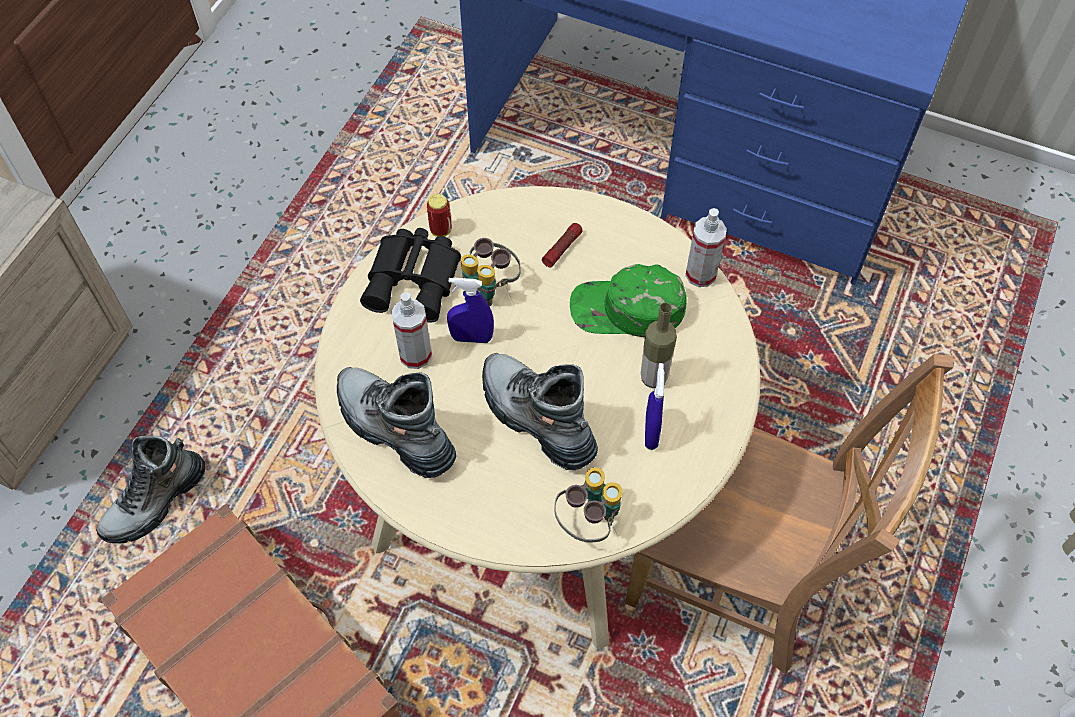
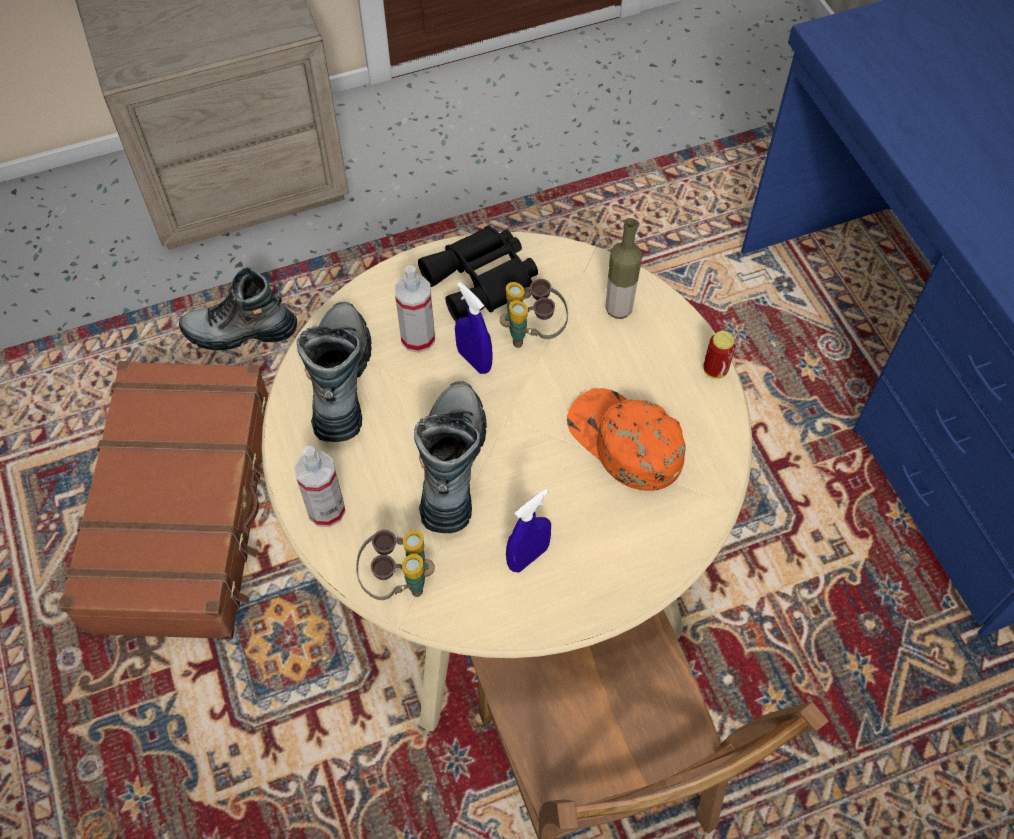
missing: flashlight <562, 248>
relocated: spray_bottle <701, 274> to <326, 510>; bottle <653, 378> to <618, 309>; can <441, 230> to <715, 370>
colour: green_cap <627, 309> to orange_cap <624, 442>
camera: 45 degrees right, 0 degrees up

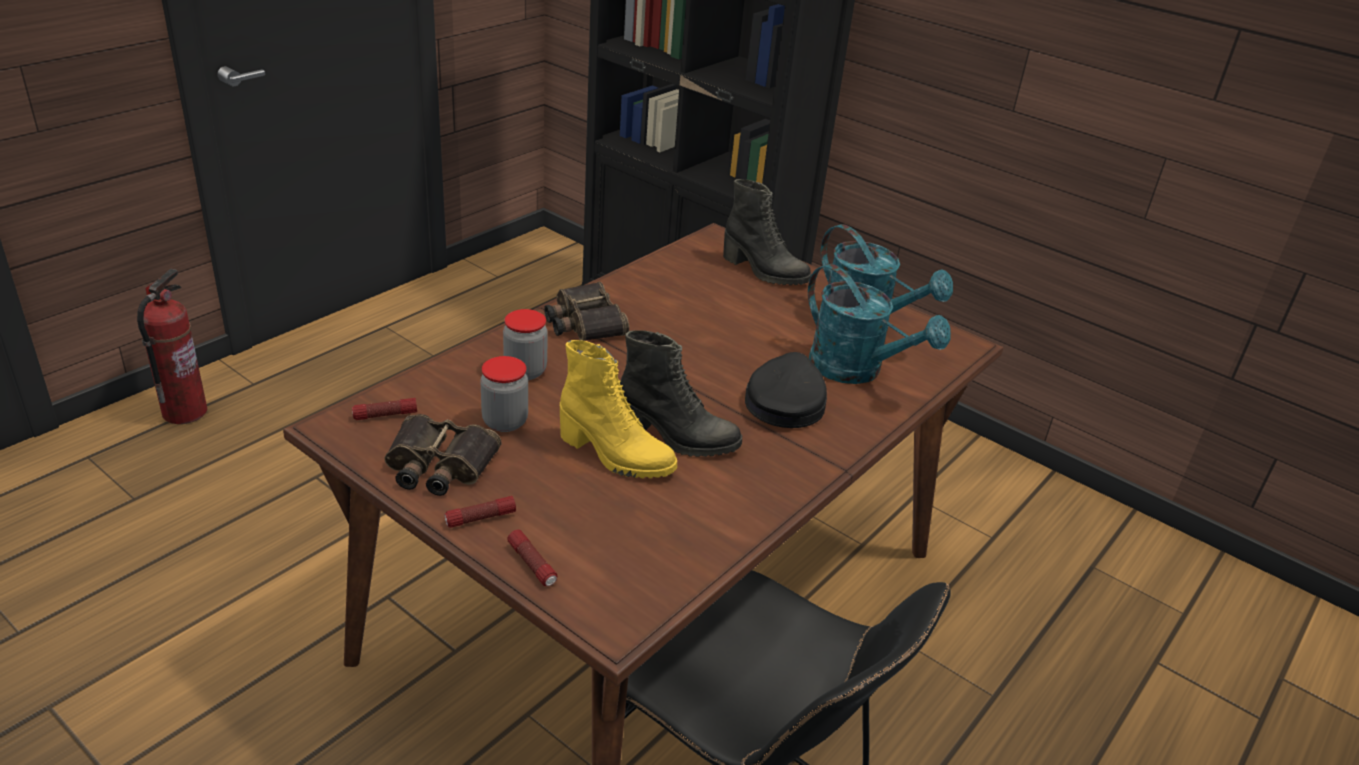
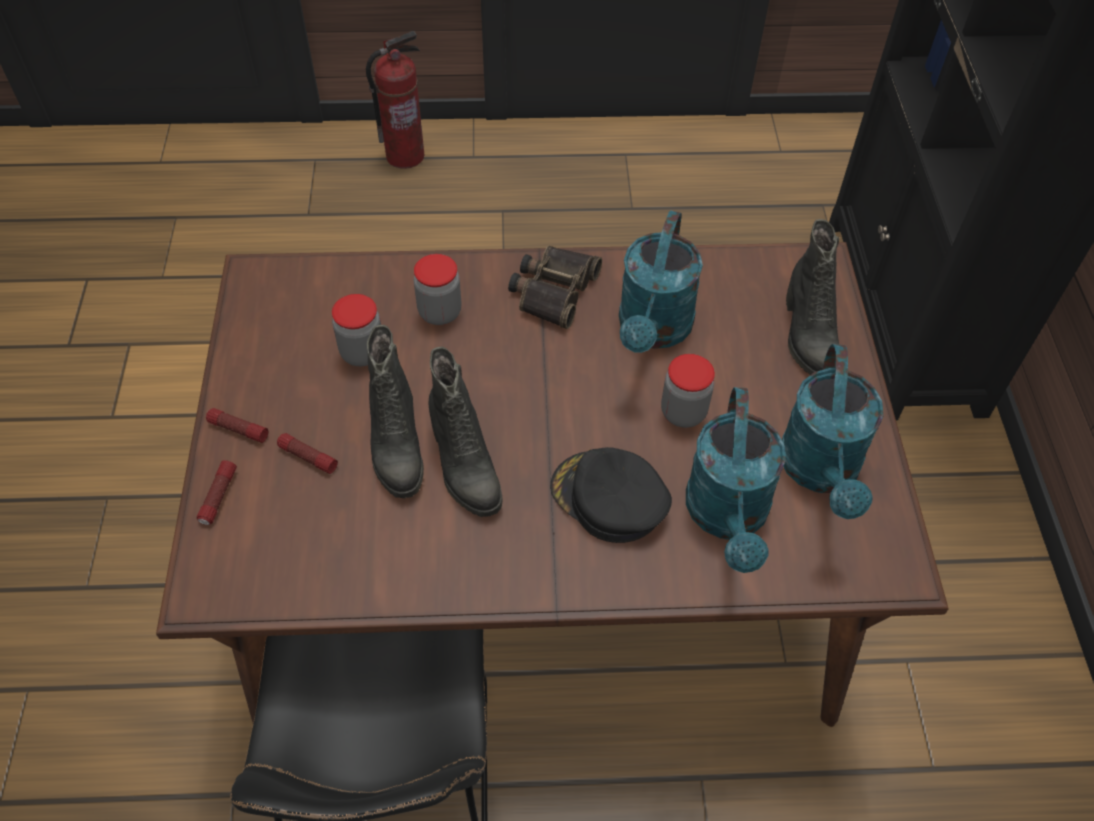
missing: binoculars <438, 465>
appeared: turquoise_watering_can <652, 331>; jar <683, 412>
relocated: flashlight <385, 415> to <308, 457>
colour: yellow_boot <615, 456> to black_boot <395, 446>
spun: black_cap <785, 401> = <608, 499> 120 degrees counterclockwise
camera: 50 degrees right, 20 degrees up

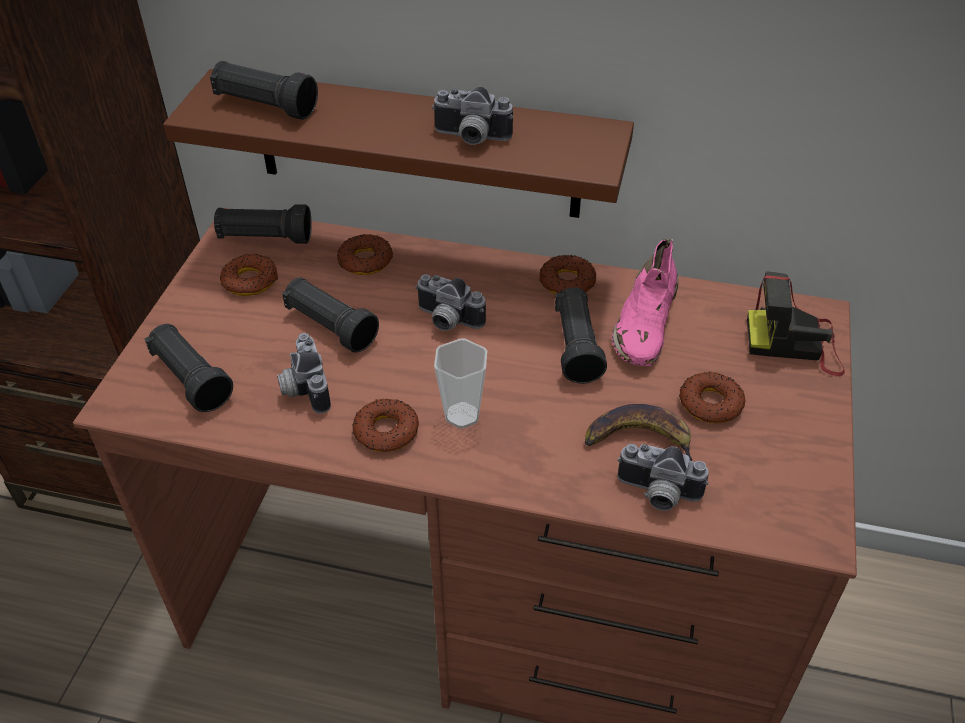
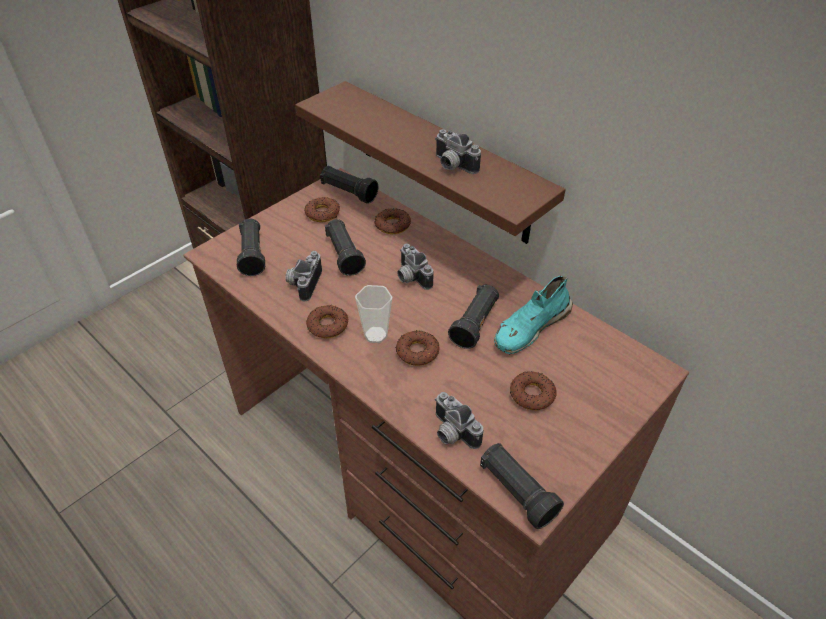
missing: banana <640, 439>; photo_camera <795, 344>
relocated: donut <567, 282> to <417, 352>; black_flashlight <265, 106> to <516, 492>
colour: pink_shoe <644, 323> to turquoise_shoe <530, 327>
camera: 30 degrees right, 0 degrees up

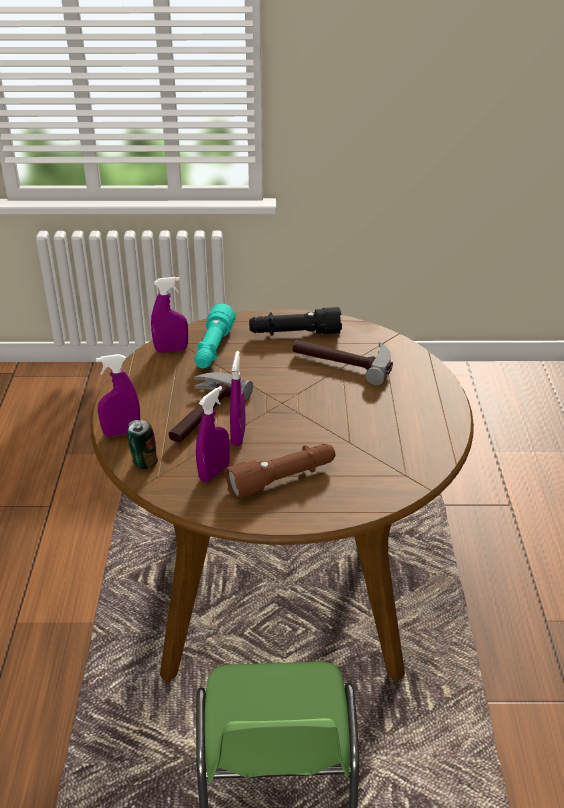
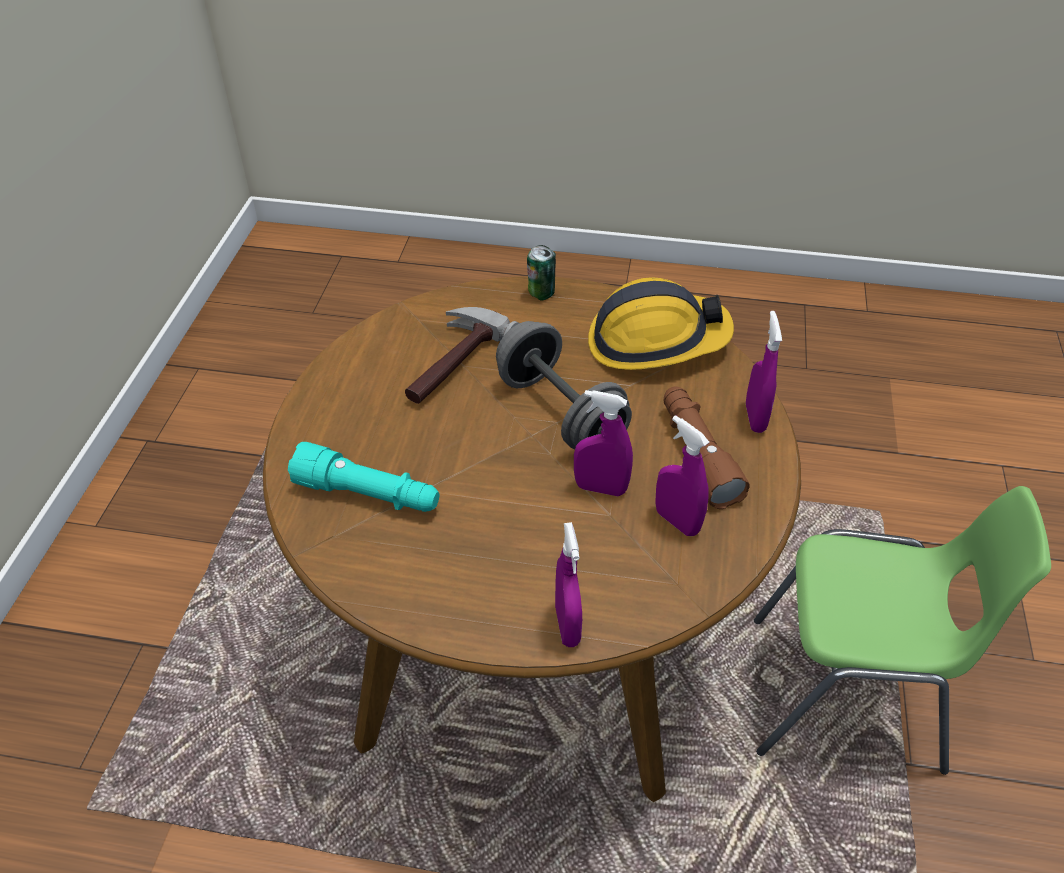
missing: hammer <202, 413>; black_flashlight <294, 333>
appeared: grey_dumbbell <560, 412>; hard_hat <655, 341>
relocated: can <143, 462> to <540, 293>; purple_spray_bottle <171, 350> to <755, 418>
camera: 80 degrees left, 10 degrees up

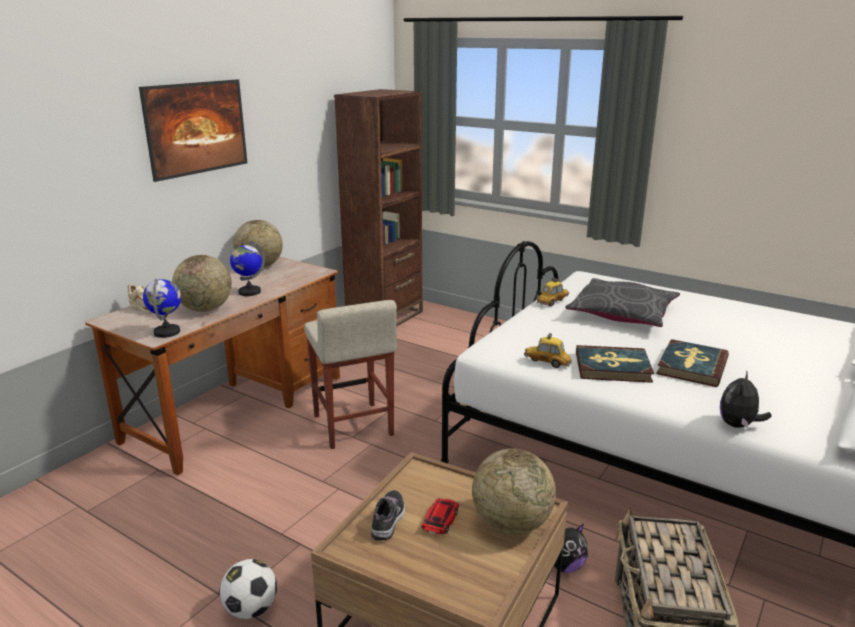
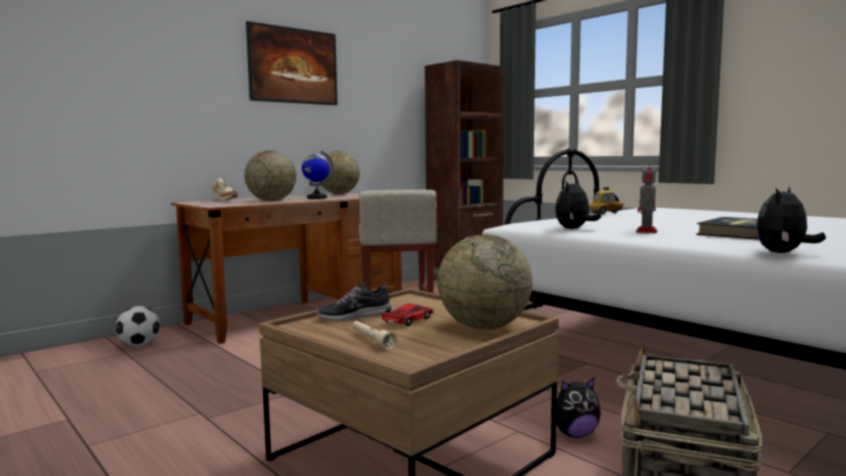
missing: globe <167, 332>; grey_pillow <622, 313>
appeared: beige_flashlight <372, 340>
relocated: football <251, 609> to <139, 345>
exchanged: toy_car <547, 363> to plush_toy <574, 229>; book <612, 367> to toy_robot <646, 231>
spun: shoe <388, 519> = <354, 317> 135 degrees counterclockwise
camera: 15 degrees right, 15 degrees down

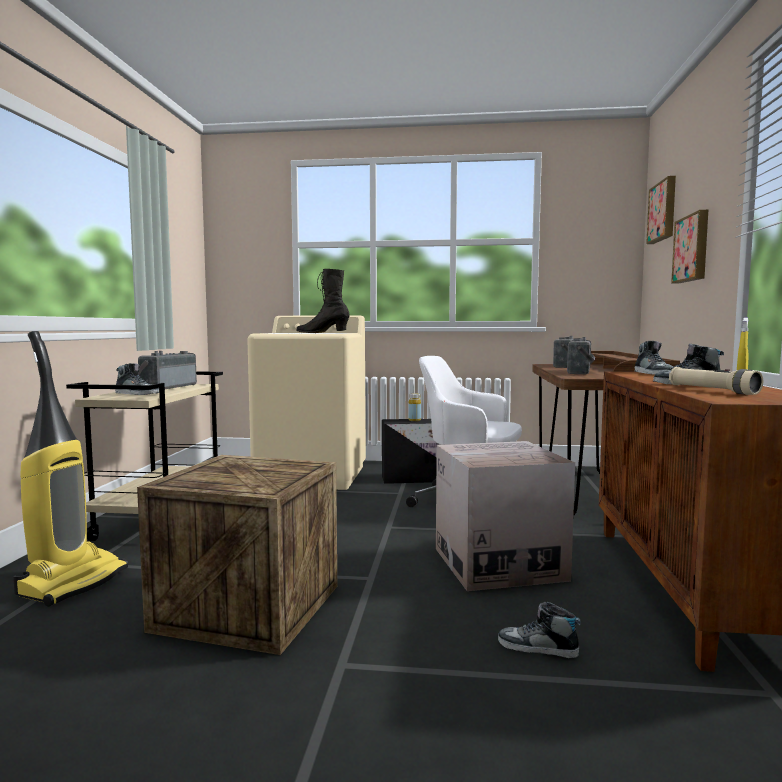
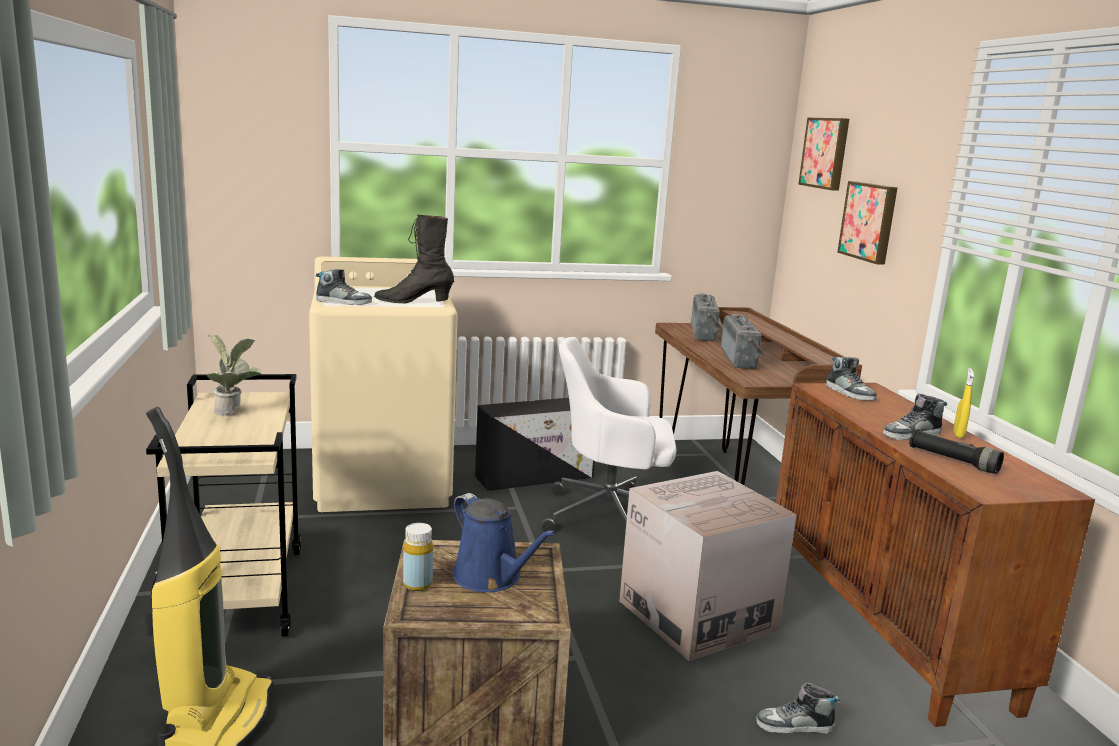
appeared: blue_watering_can <491, 577>
relocated: shoe <136, 393> to <343, 302>; yellow_bottle <414, 420> to <417, 584>
exchanged: radio <166, 387> to potted_plant <234, 412>
colour: beige_flashlight <712, 391> to black_flashlight <953, 461>
camera: 20 degrees left, 10 degrees up

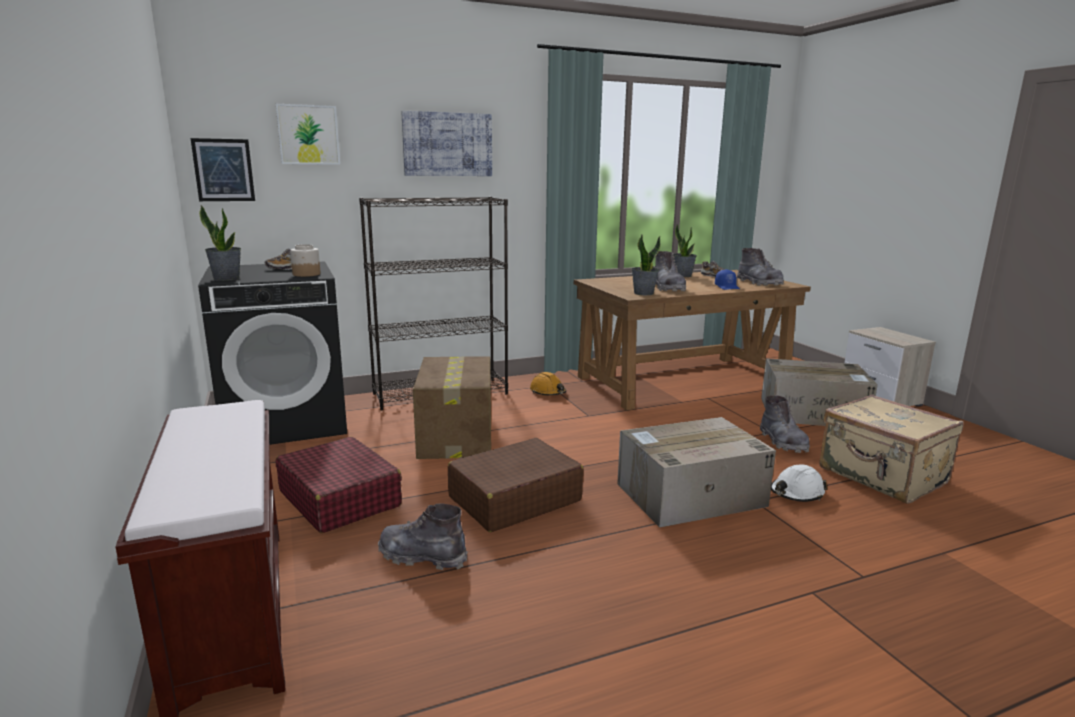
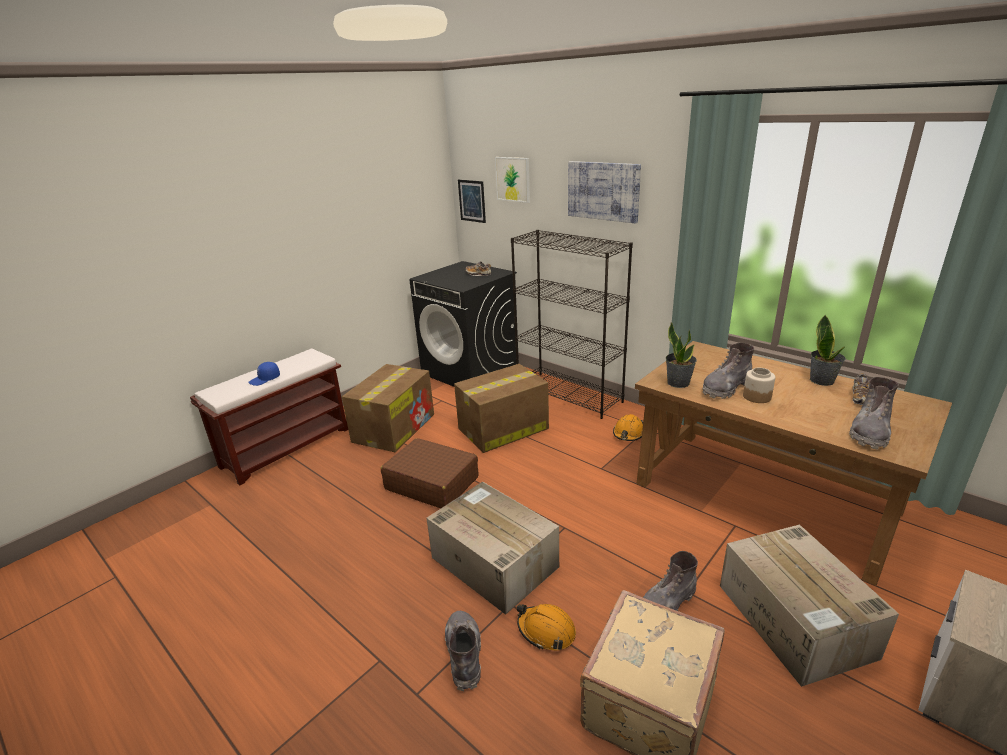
missing: potted_plant <226, 278>
relocated: blue_cap <727, 287> to <265, 379>; grey_boot <422, 557> to <464, 654>; jar <306, 274> to <756, 396>
exchanged: red_suitcase <339, 498> to cardboard_box <394, 427>
colour: white_hard_hat <796, 493> to orange_hard_hat <546, 631>
camera: 65 degrees right, 10 degrees up

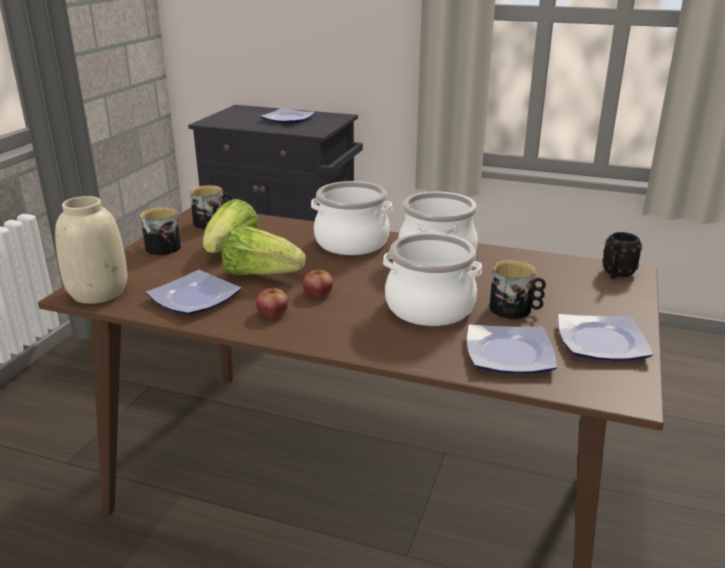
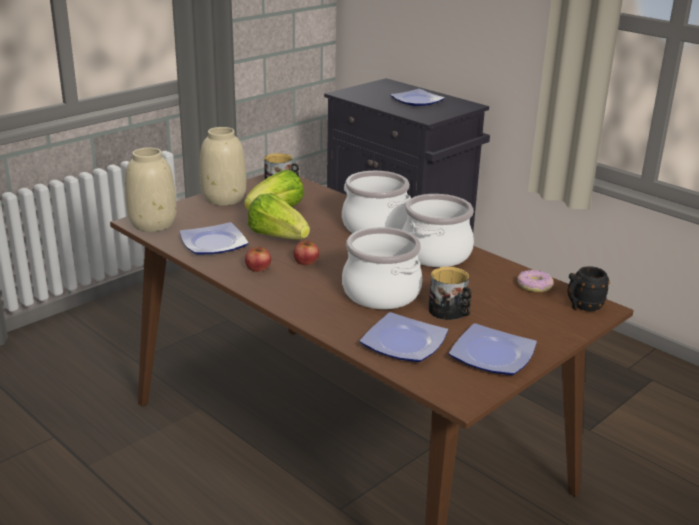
appeared: donut <534, 286>
exchanged: mug <160, 247> to beige_vase <224, 198>
camera: 25 degrees right, 0 degrees up

